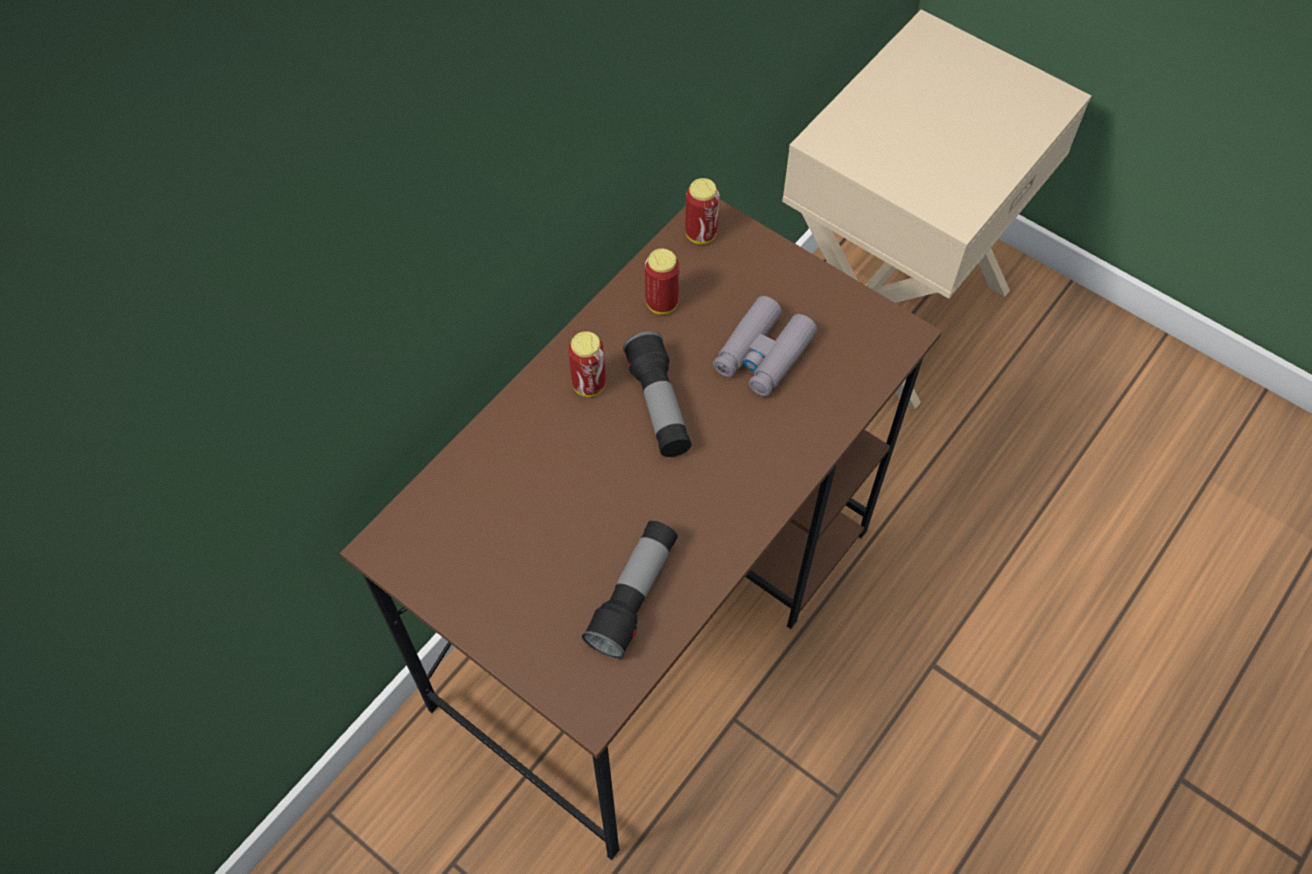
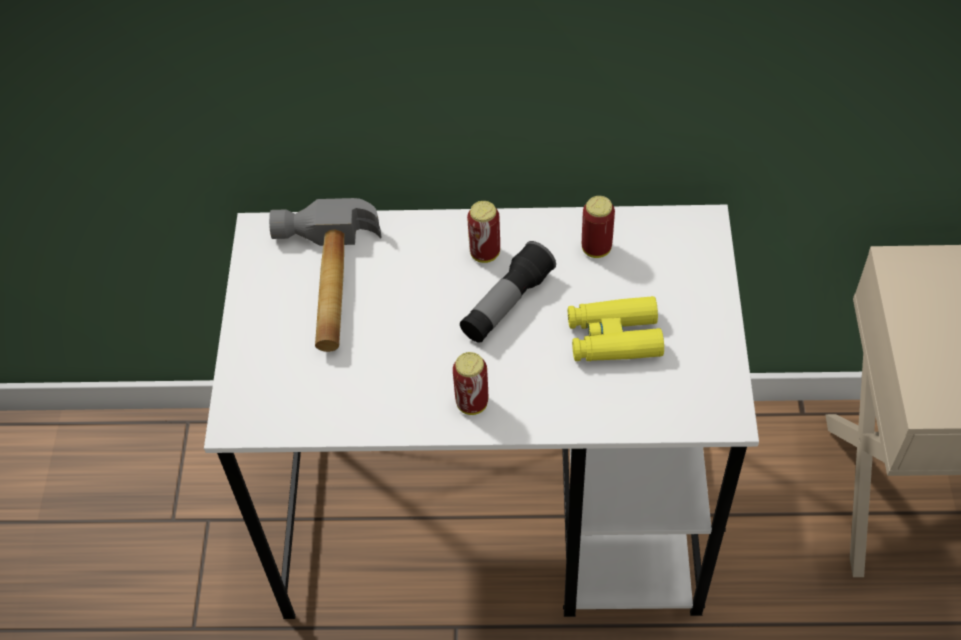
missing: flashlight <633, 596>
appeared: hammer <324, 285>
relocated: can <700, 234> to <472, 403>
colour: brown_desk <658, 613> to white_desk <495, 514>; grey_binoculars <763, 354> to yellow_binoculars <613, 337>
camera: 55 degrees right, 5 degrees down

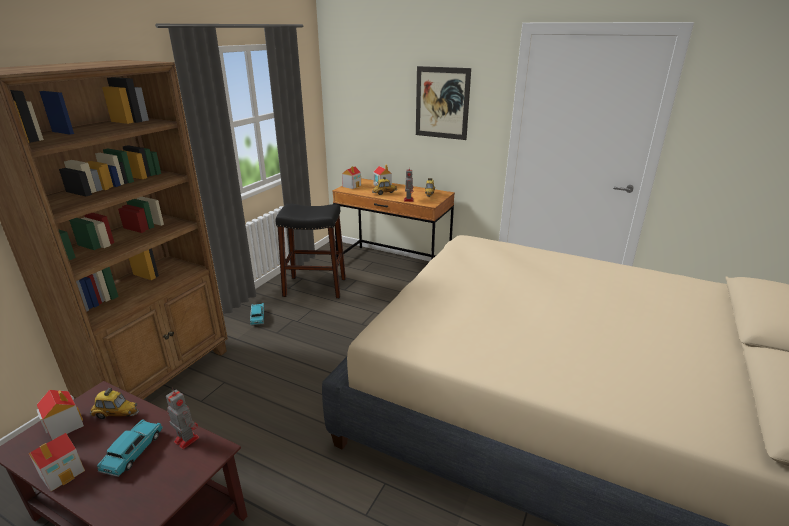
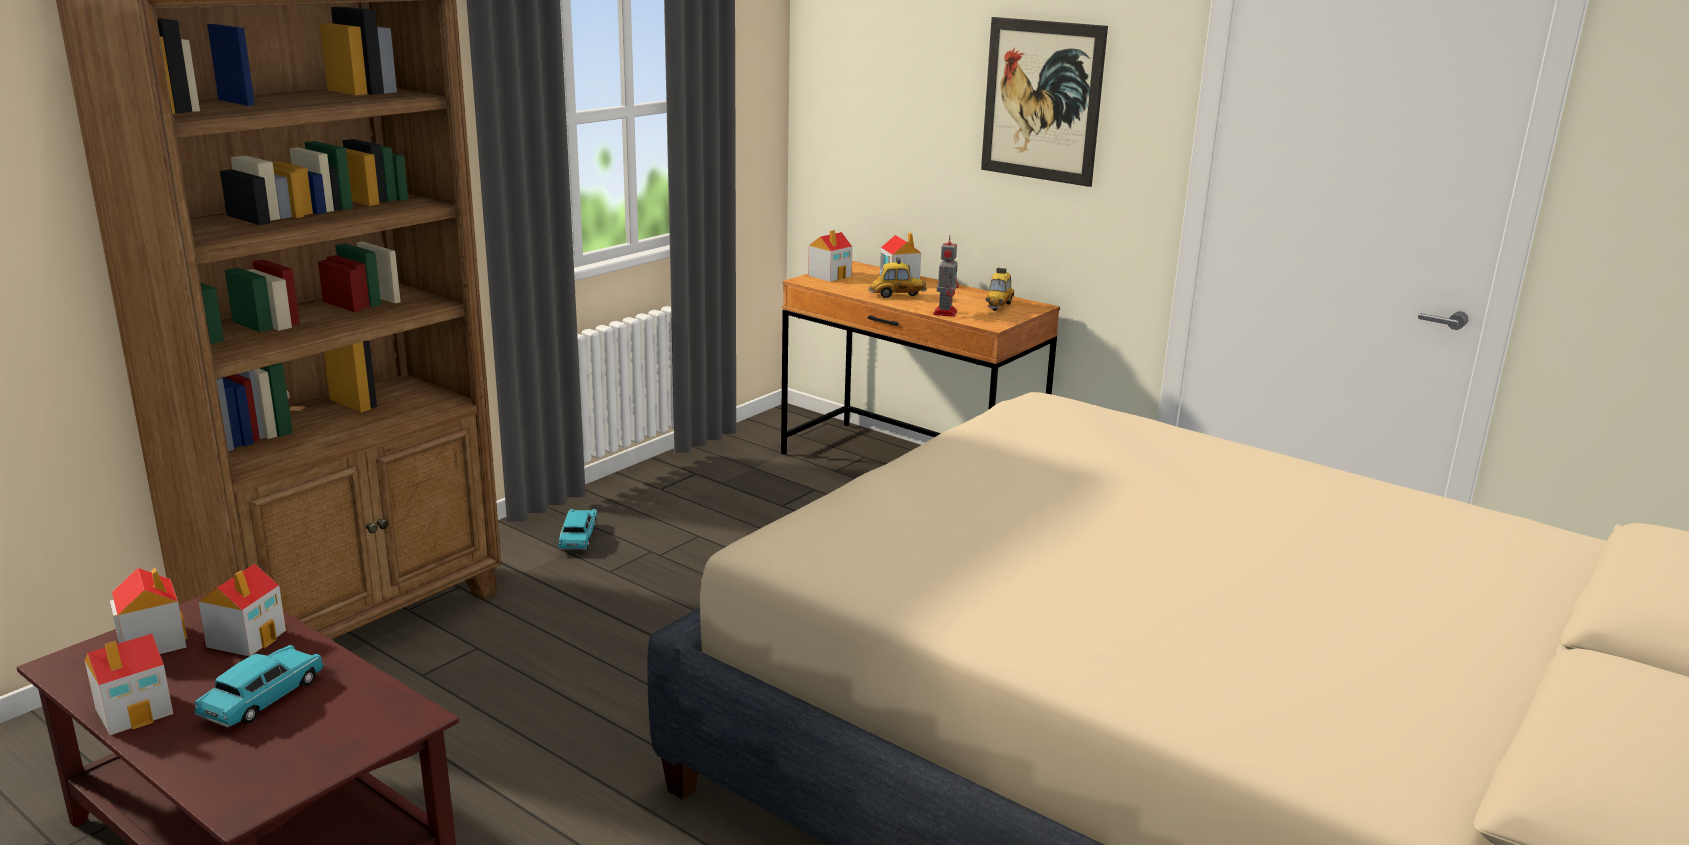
missing: toy_robot <186, 439>; black_stool <315, 287>
exchanged: toy_car <116, 414> to toy_house <247, 638>
camera: 10 degrees right, 5 degrees down

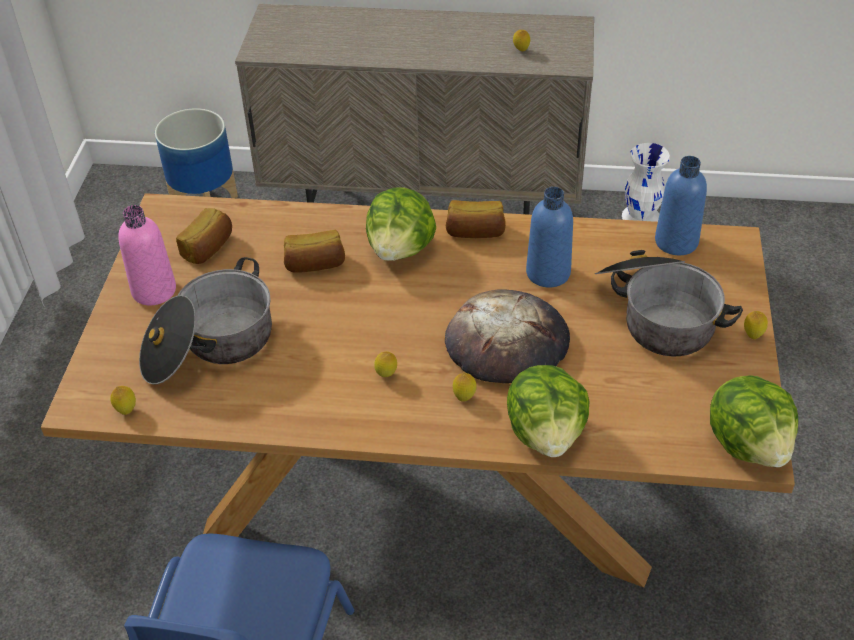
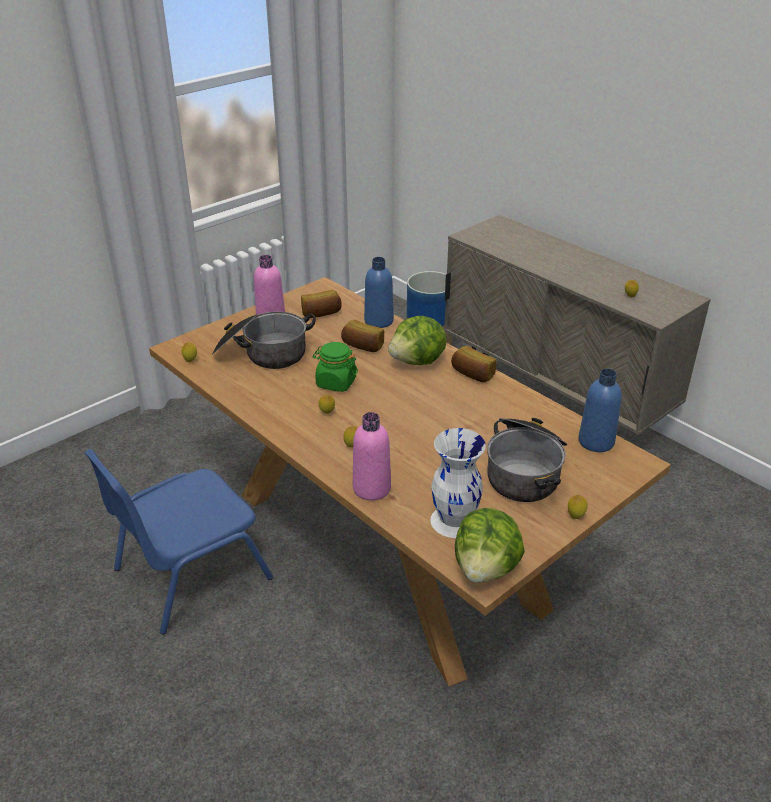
missing: bread <508, 343>
appeared: green_jar <335, 383>
relocated: blue_bottle <548, 273> to <379, 321>; white_vase <641, 216> to <455, 521>
exchanged: lettuce <546, 433> to pink_bottle <371, 488>
camera: 40 degrees right, 10 degrees down

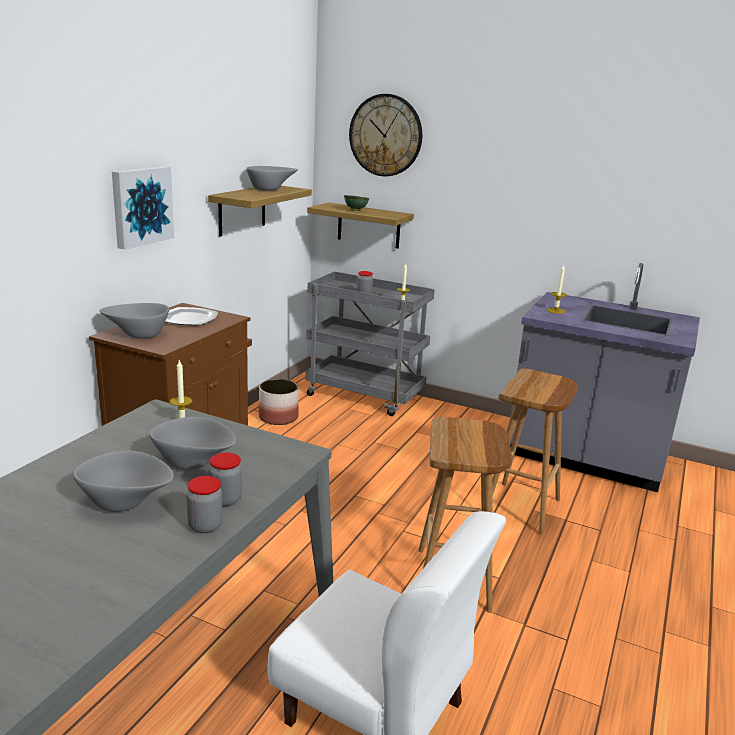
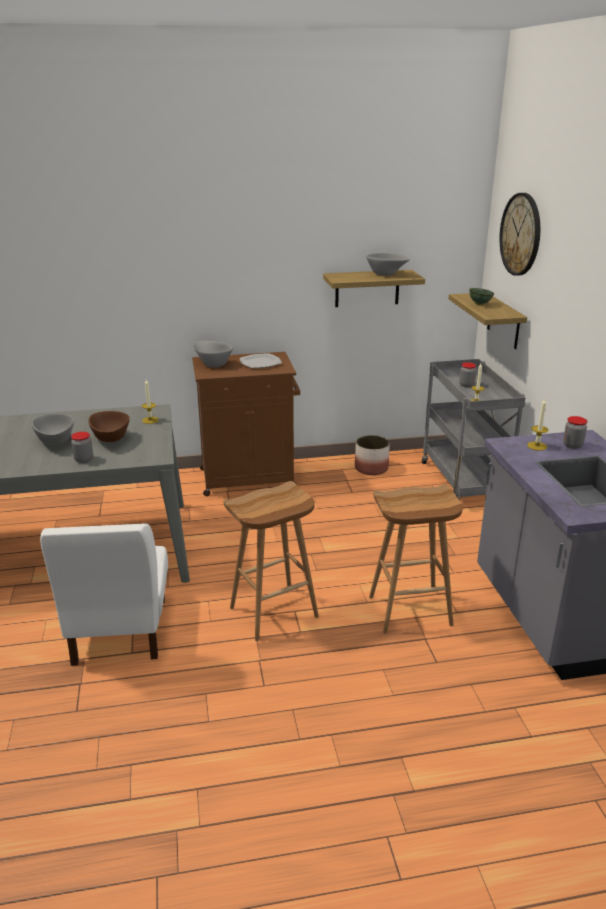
missing: picture <141, 206>
relocated: jar <205, 526> to <572, 445>
colour: grey_bowl <195, 464> to brown_bowl <110, 440>
camera: 55 degrees right, 5 degrees up

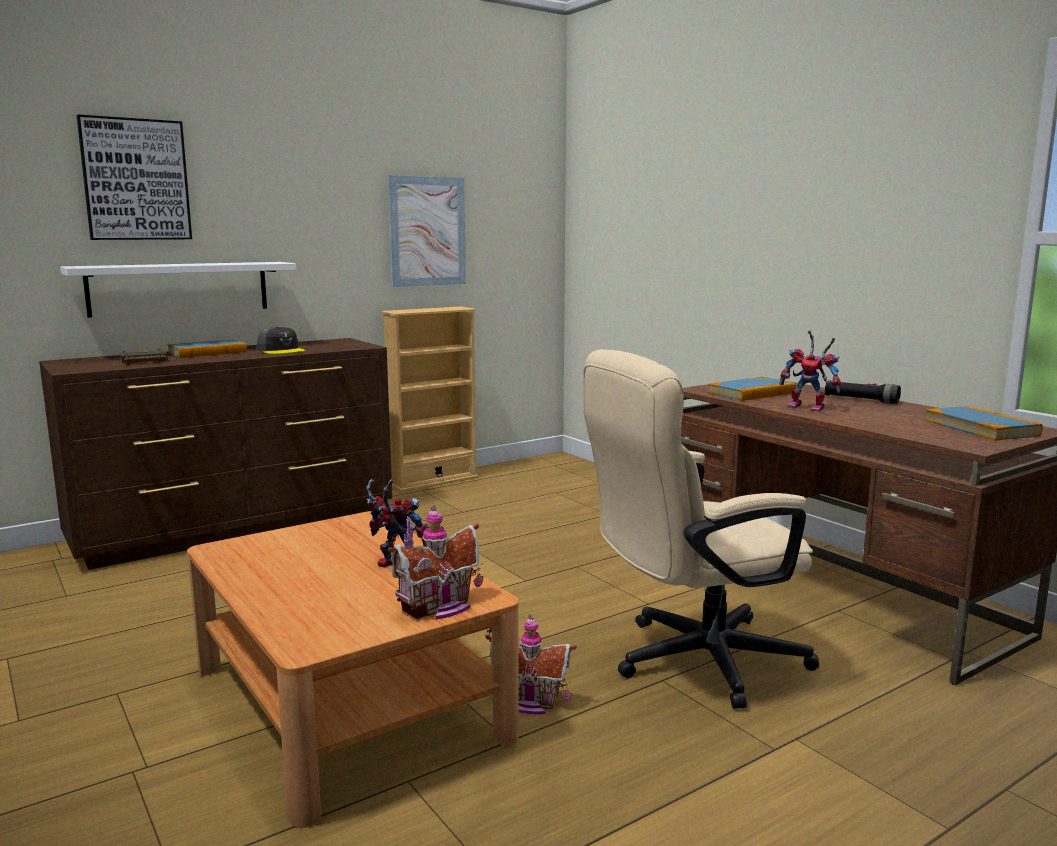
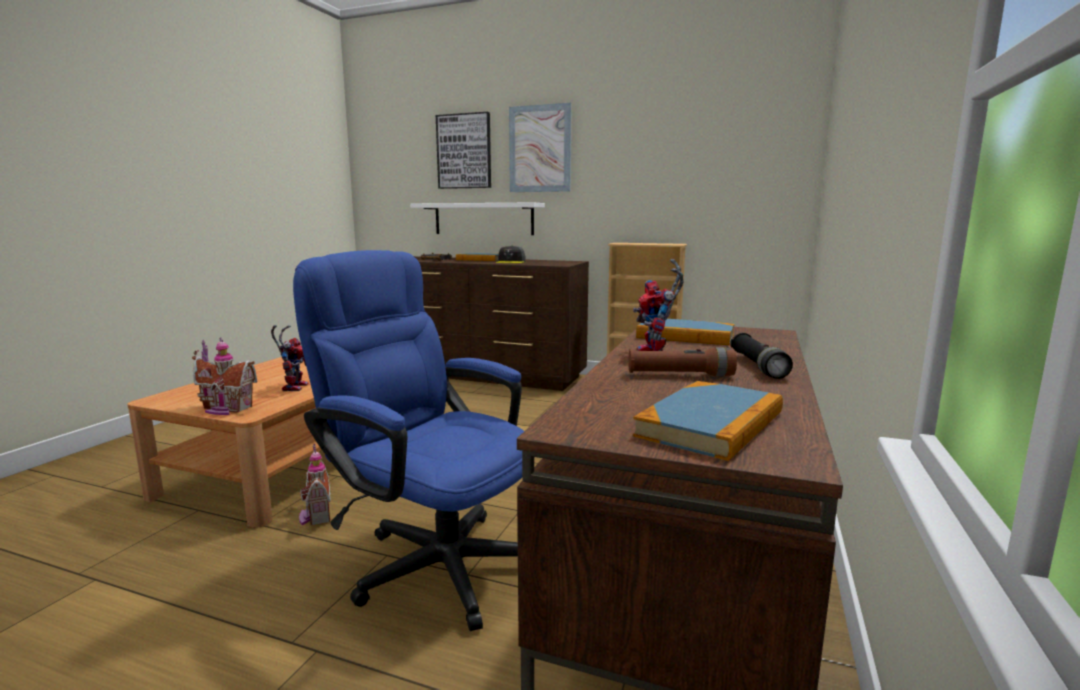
appeared: brown_flashlight <680, 375>
relocated: picture <427, 231> to <540, 149>
colour: beige_office_chair <692, 661> to blue_office_chair <433, 559>
camera: 55 degrees right, 0 degrees up

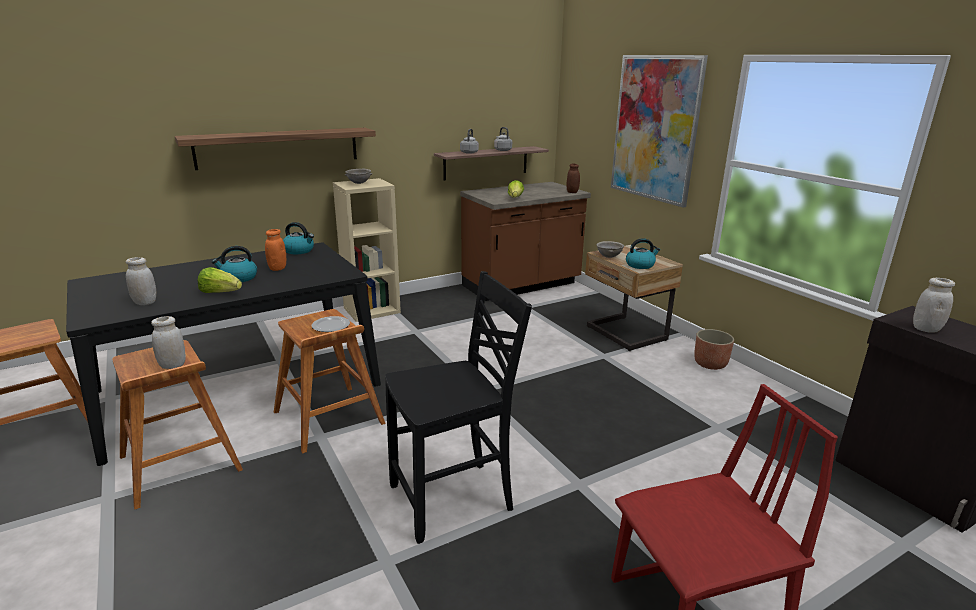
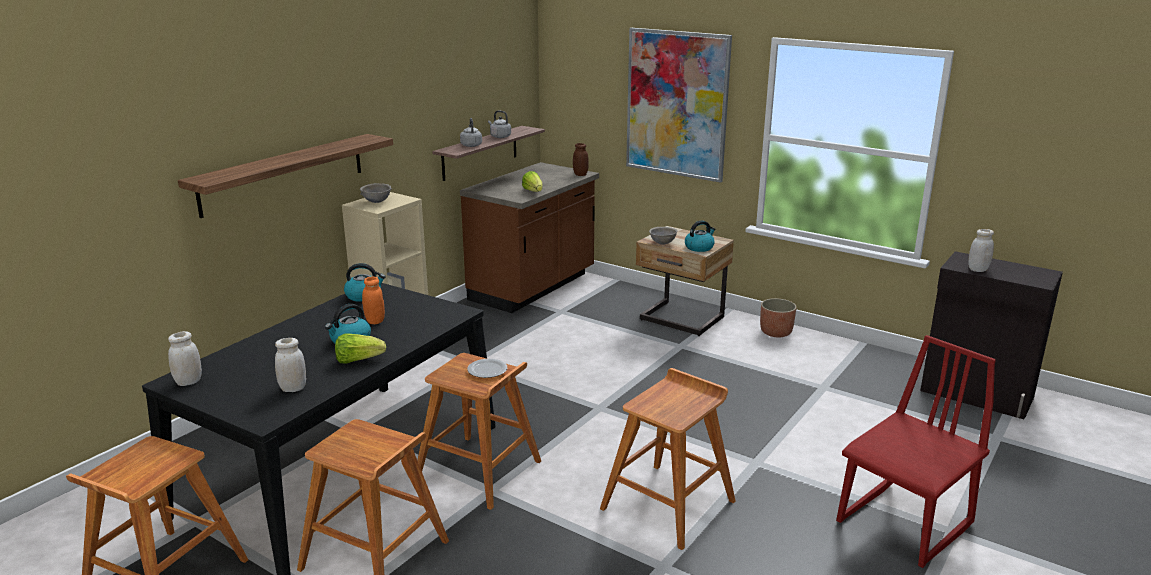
relocated: white_jar <173, 365> to <188, 382>
exchanged: black_chair <454, 499> to brown_stool <669, 504>
camera: 25 degrees left, 0 degrees up

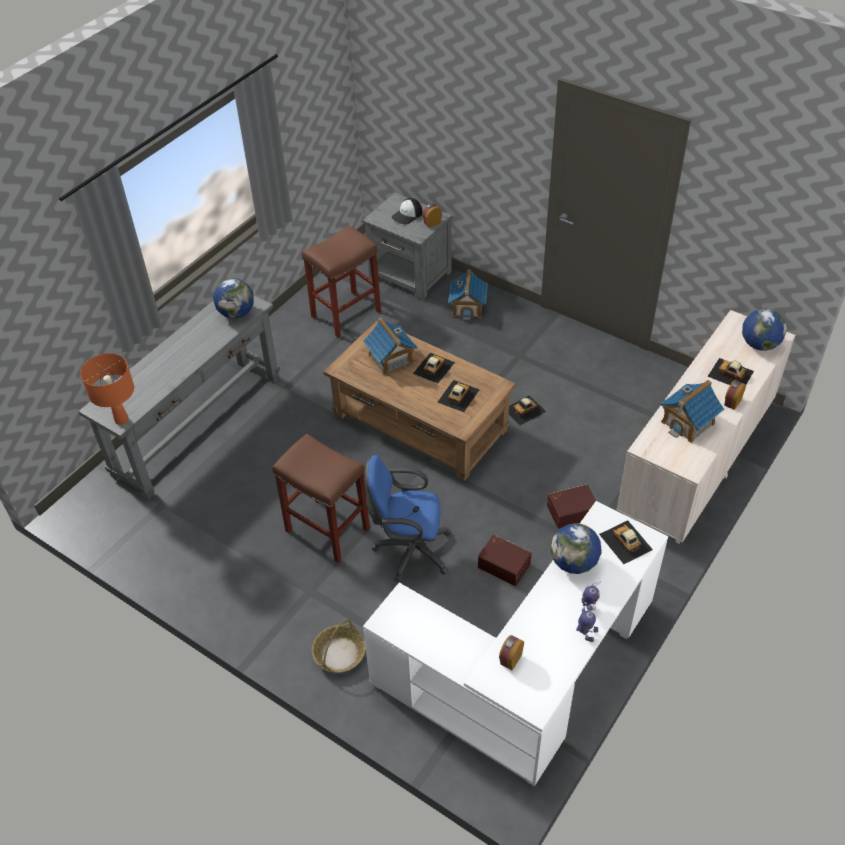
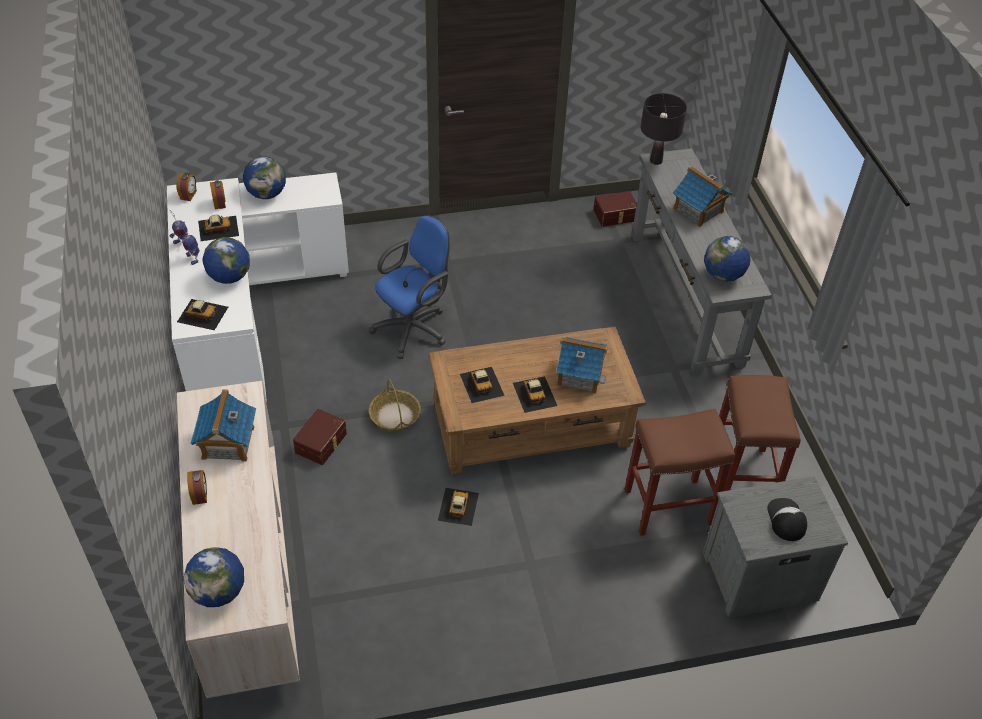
appeared: globe <267, 194>
relocated: alarm_clock <432, 223> to <189, 195>; toy_car <731, 374> to <218, 228>; basket <339, 654> to <394, 416>; brown_storage_box <504, 564> to <615, 216>; brown_stool <326, 529> to <669, 506>; toy_house <468, 307> to <698, 210>
colour: orange_table_lamp <121, 420> to black_table_lamp <656, 161>
camera: 130 degrees right, 0 degrees up

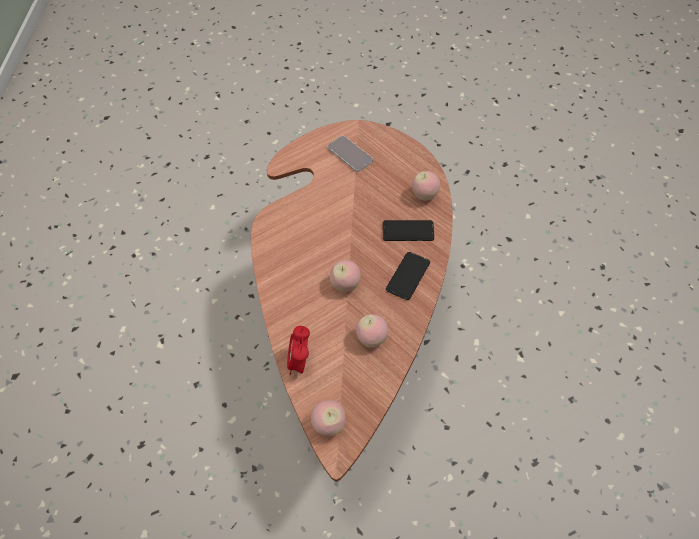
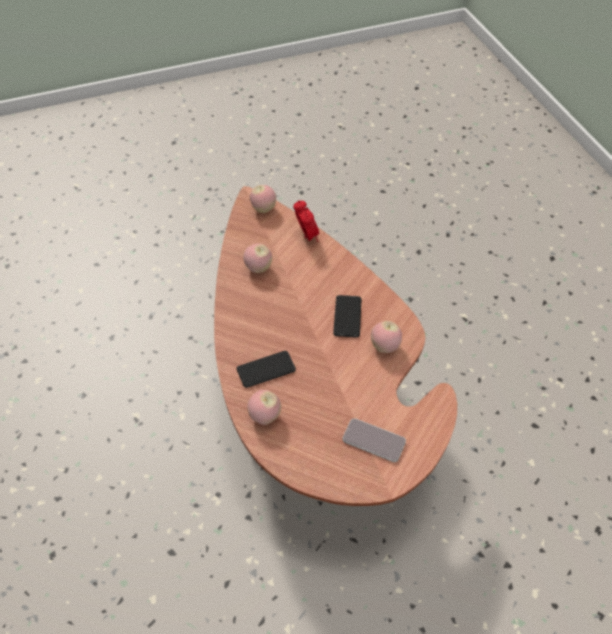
relocated: phone <408, 276> to <347, 316>; apple <345, 285> to <385, 347>
camera: 155 degrees right, 5 degrees down

